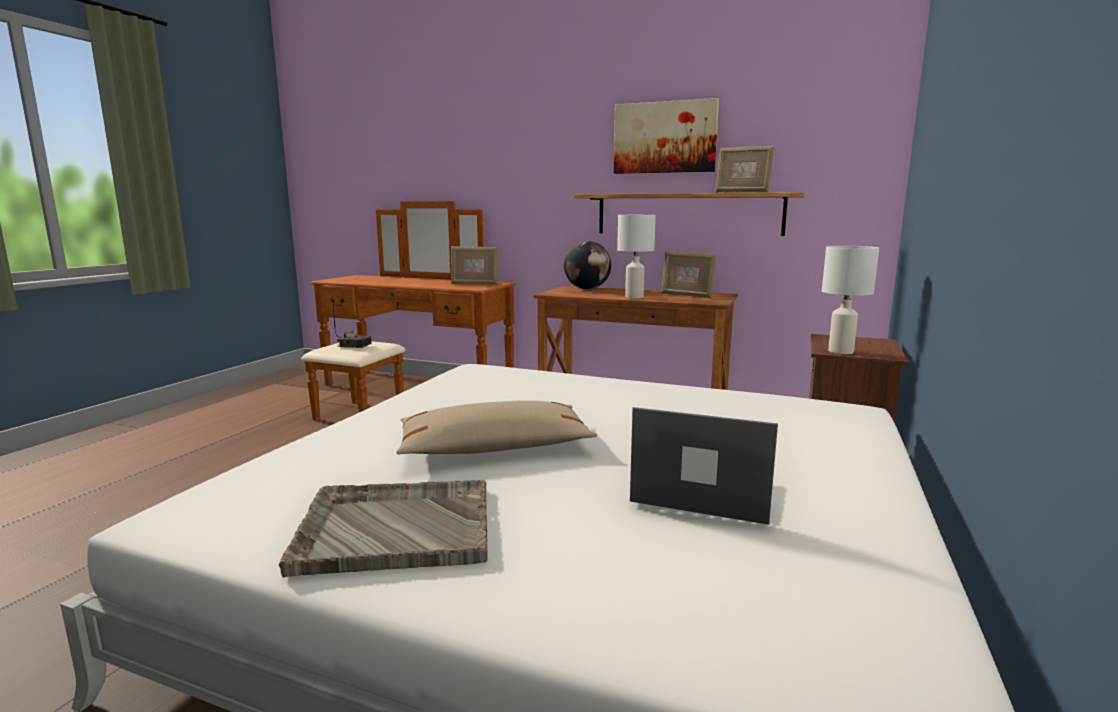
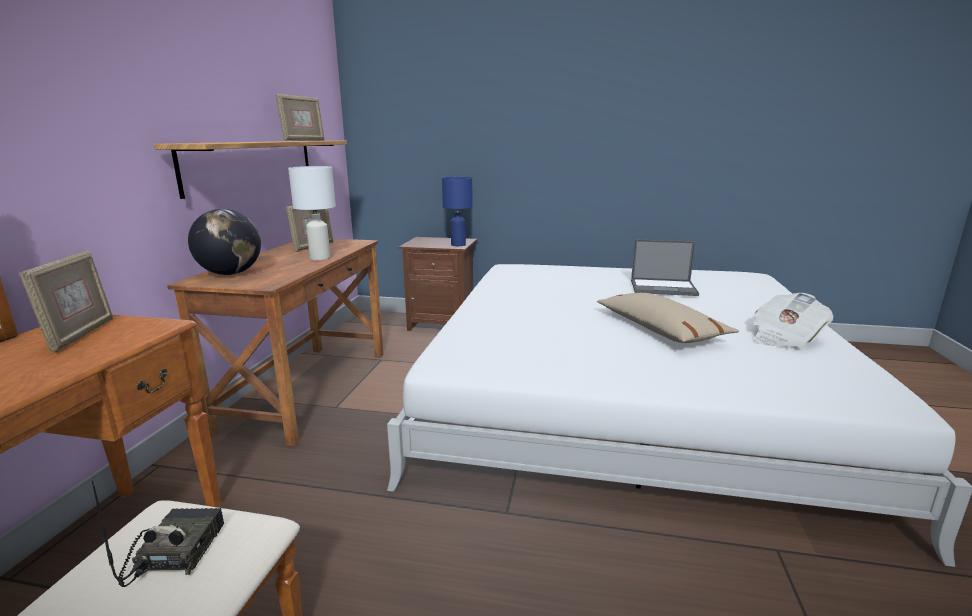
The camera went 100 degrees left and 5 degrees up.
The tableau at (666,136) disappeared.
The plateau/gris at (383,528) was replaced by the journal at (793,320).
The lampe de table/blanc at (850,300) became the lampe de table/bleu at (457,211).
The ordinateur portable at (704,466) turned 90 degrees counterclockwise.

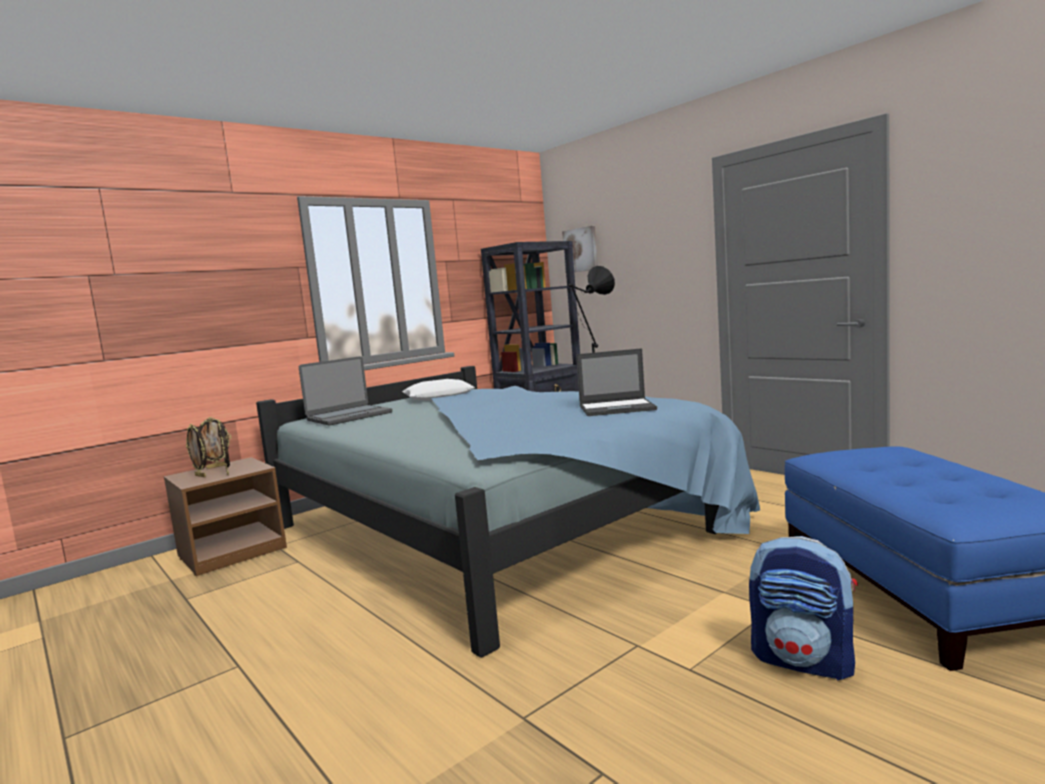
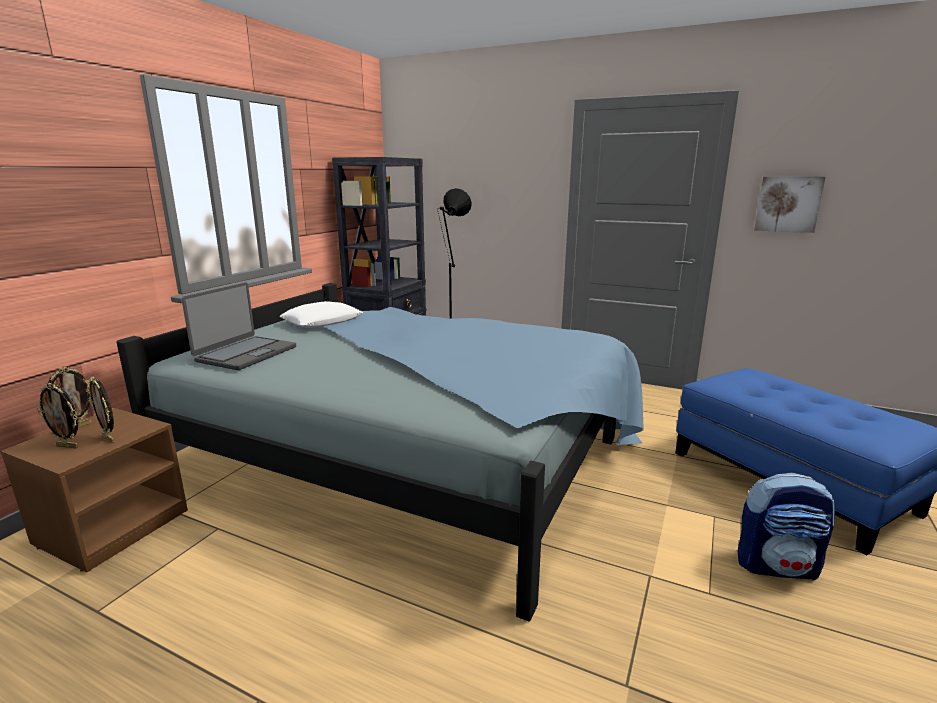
The camera went 25 degrees left and 10 degrees up.
The ordinateur portable at (616,382) disappeared.
The tableau moved from (580,249) to (789,205).

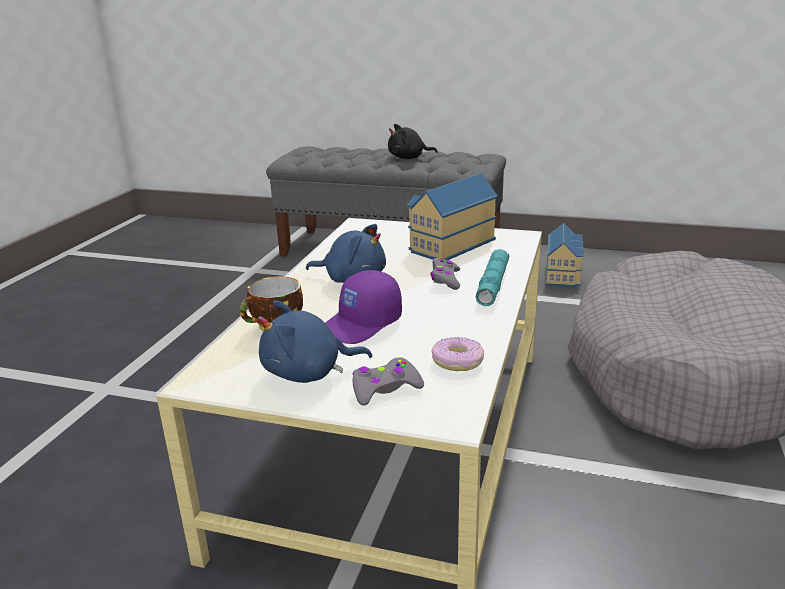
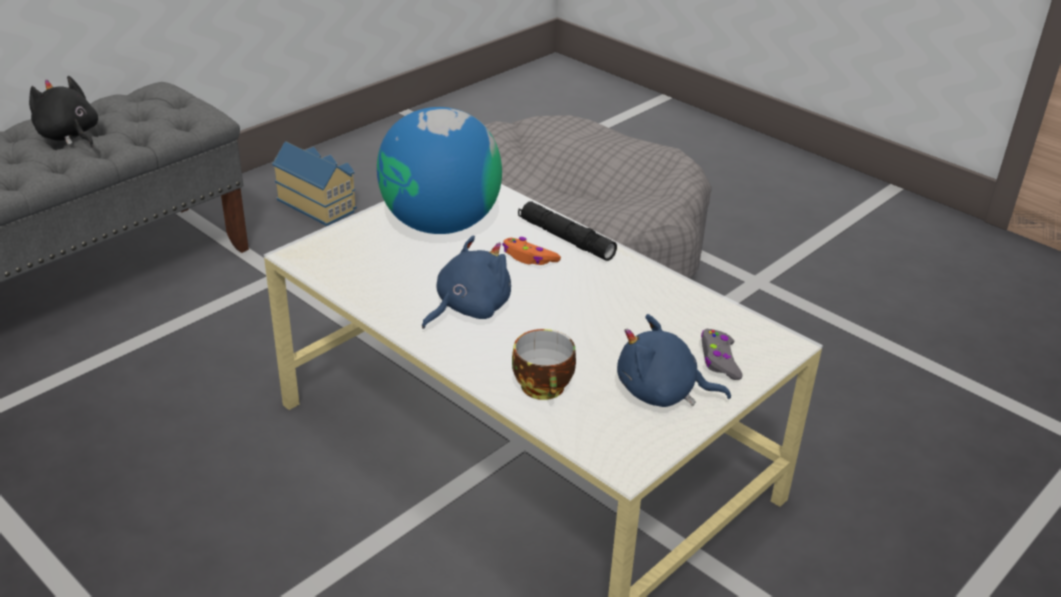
The camera went 65 degrees left and 10 degrees up.
The casquette/violet at (363,307) disappeared.
The beignet at (458,354) disappeared.
The maison miniature at (453,216) was replaced by the globe at (439,170).
The manette/gris at (445,274) became the manette/orange at (531,251).
The lampe de poche/turquoise at (492,277) became the lampe de poche/noir at (567,231).
The peluche/bleu at (315,341) turned 90 degrees clockwise.
The peluche/noir at (413,141) turned 120 degrees clockwise.

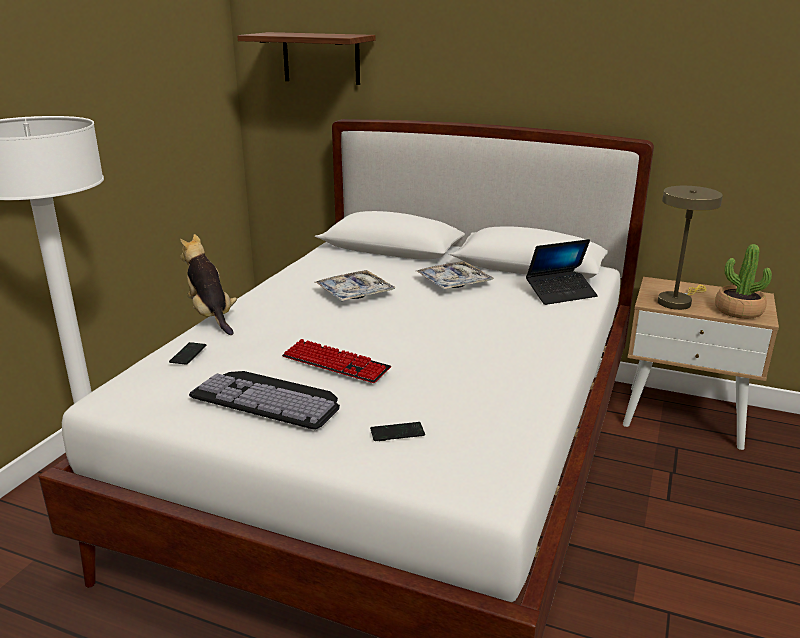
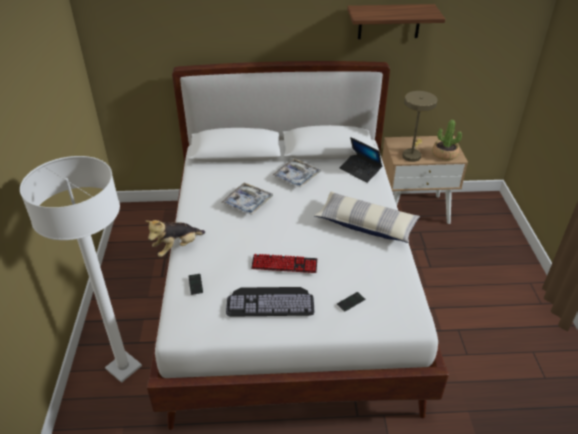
The camera went 25 degrees left and 15 degrees up.
The coussin at (367,217) appeared.
The étagère moved from (306,58) to (396,21).
The peluche at (208,284) turned 75 degrees counterclockwise.
The ordinateur portable at (562,272) turned 90 degrees clockwise.

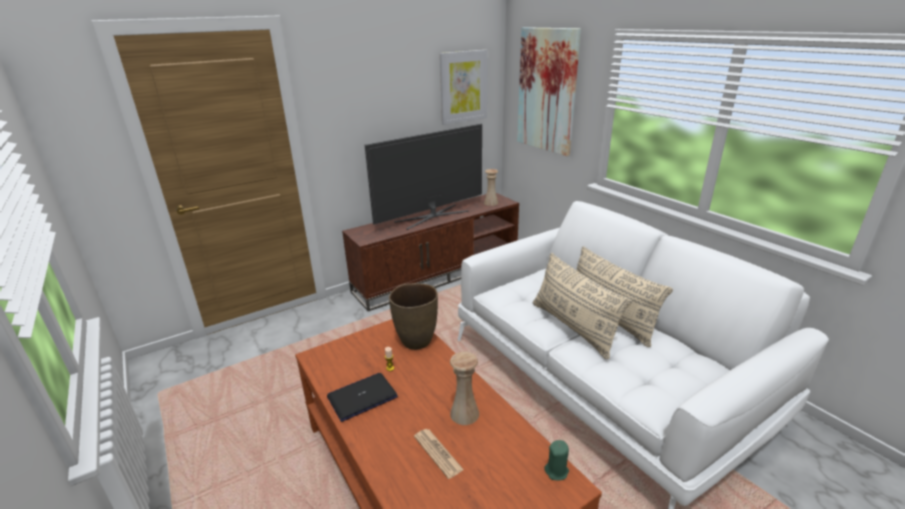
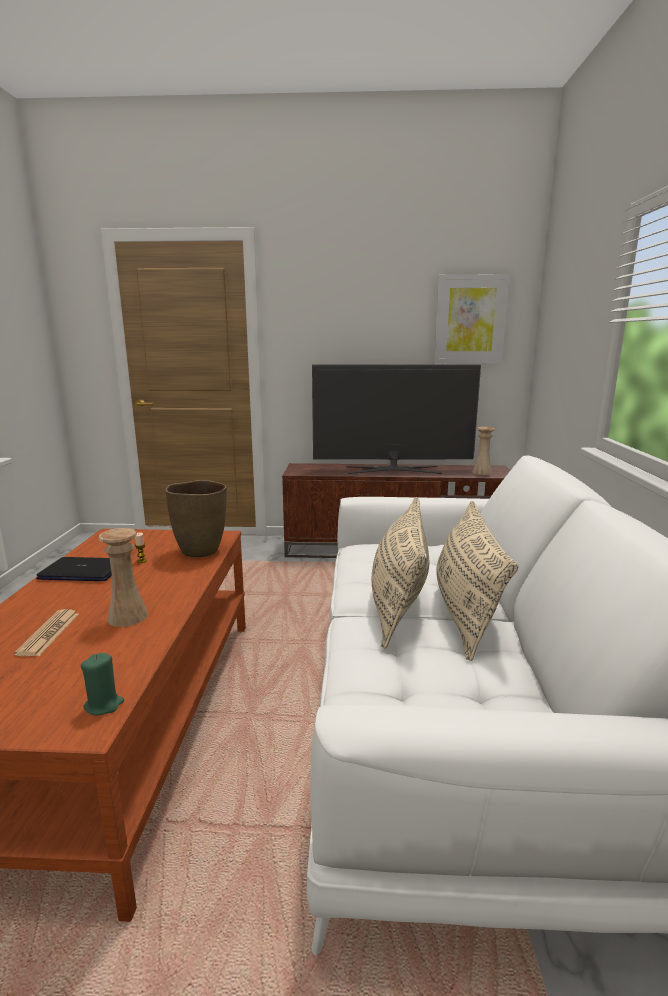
The camera went 35 degrees right and 10 degrees down.
The tableau at (549,91) disappeared.

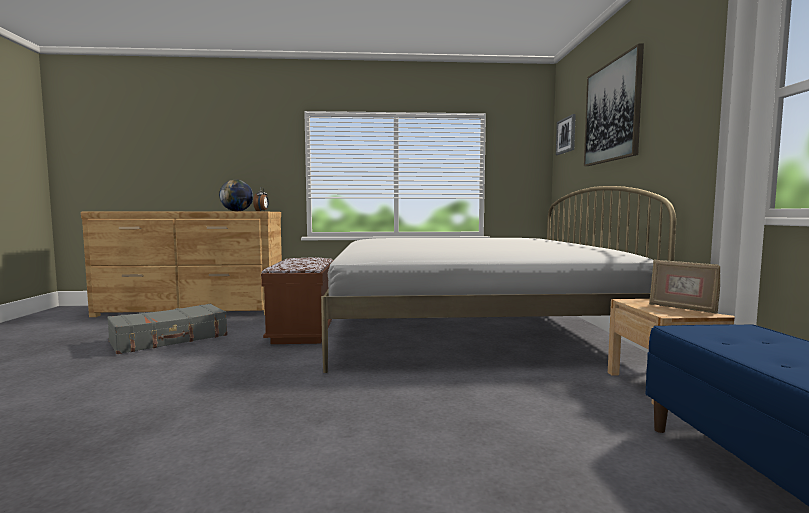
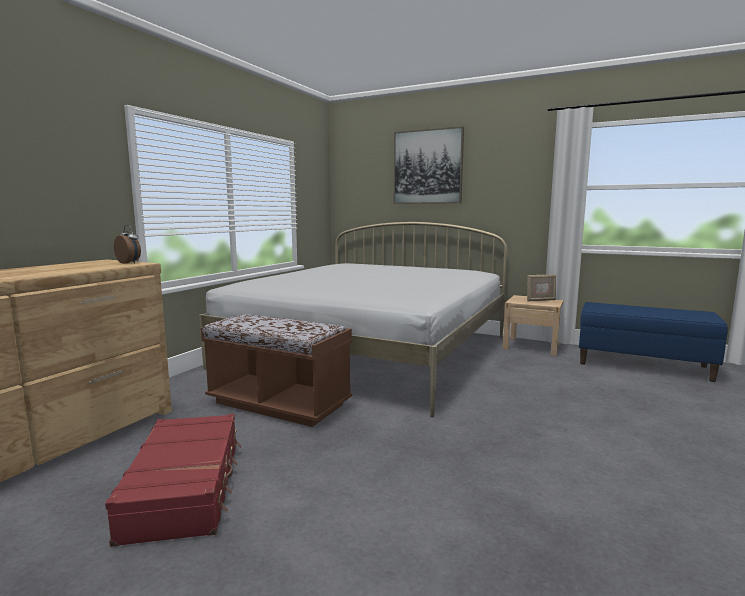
The camera went 60 degrees left and 5 degrees up.
The globe at (236,195) disappeared.
The tableau at (566,134) disappeared.
The valise/gris at (167,328) became the valise/rouge at (173,480).

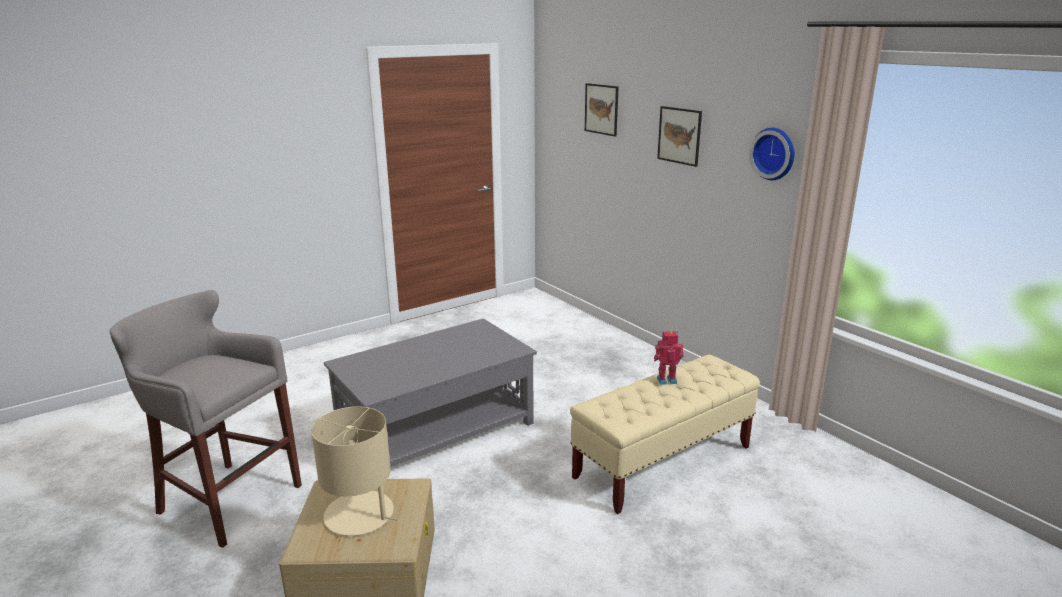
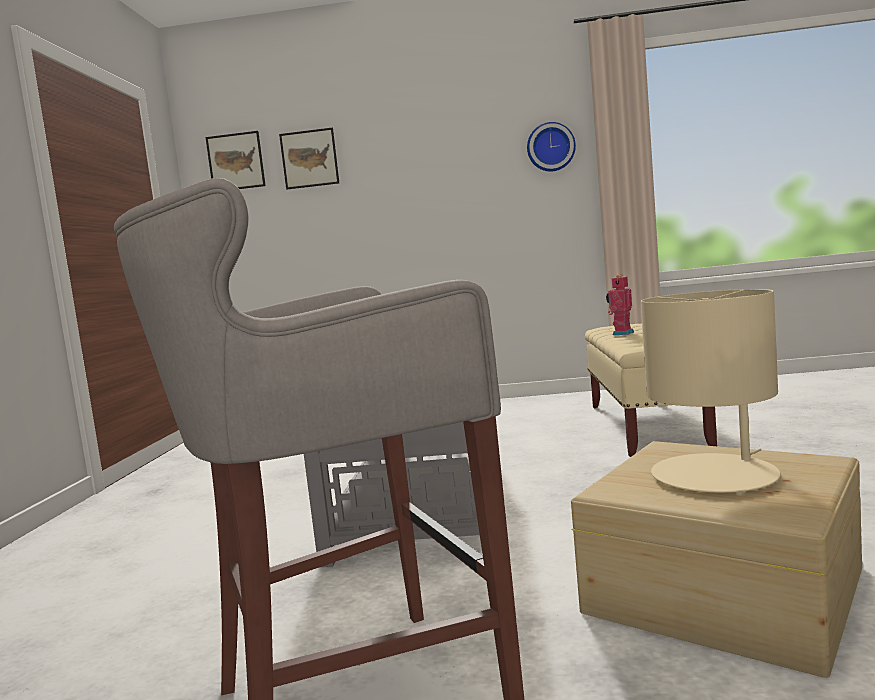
The camera went 50 degrees left and 15 degrees down.
The tableau moved from (679,136) to (235,160).

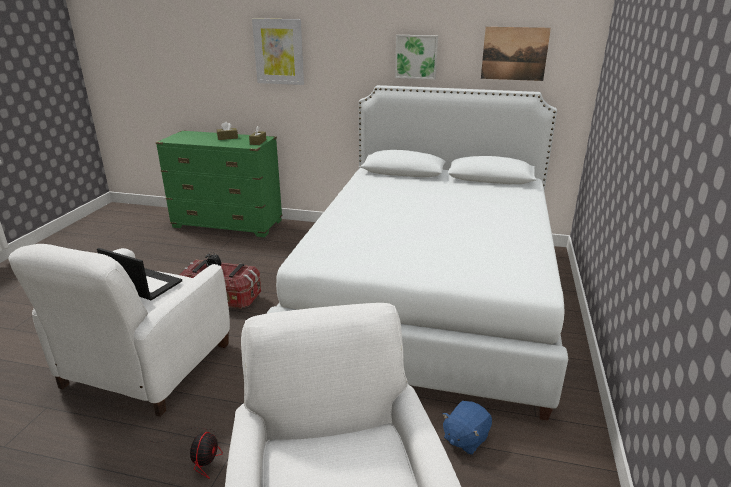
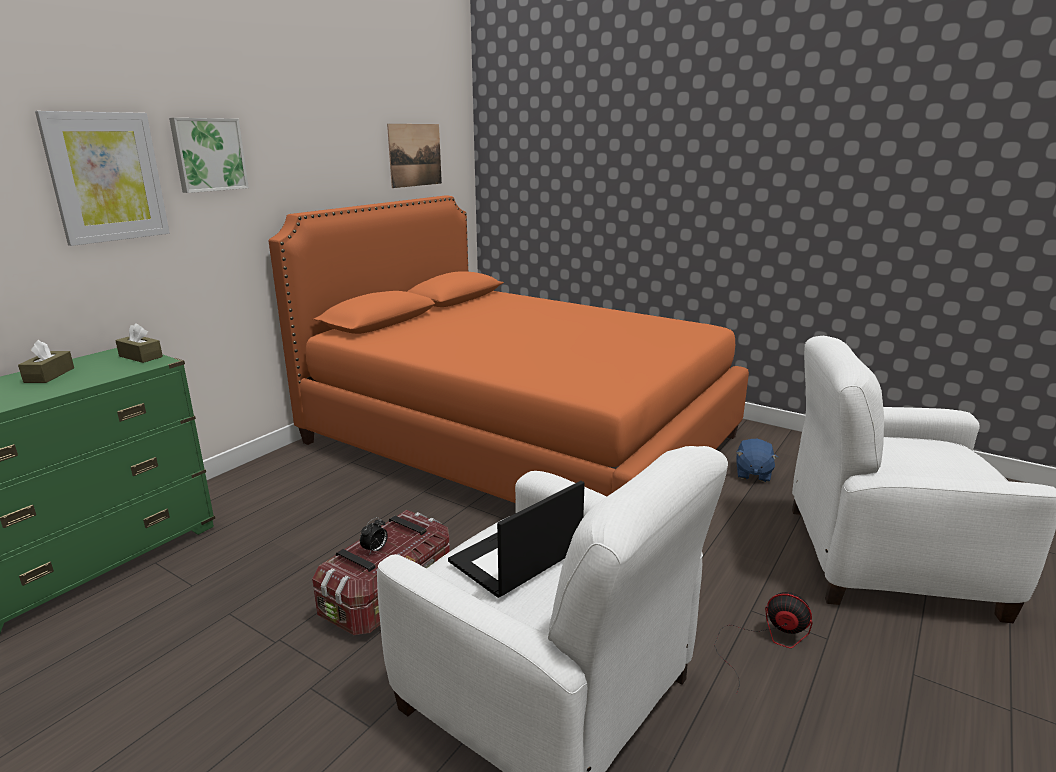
The camera went 70 degrees left and 5 degrees down.
The tableau moved from (416,57) to (209,155).
The lit/blanc at (417,253) became the lit/orange at (509,349).
The peluche/bleu at (467,428) turned 45 degrees clockwise.

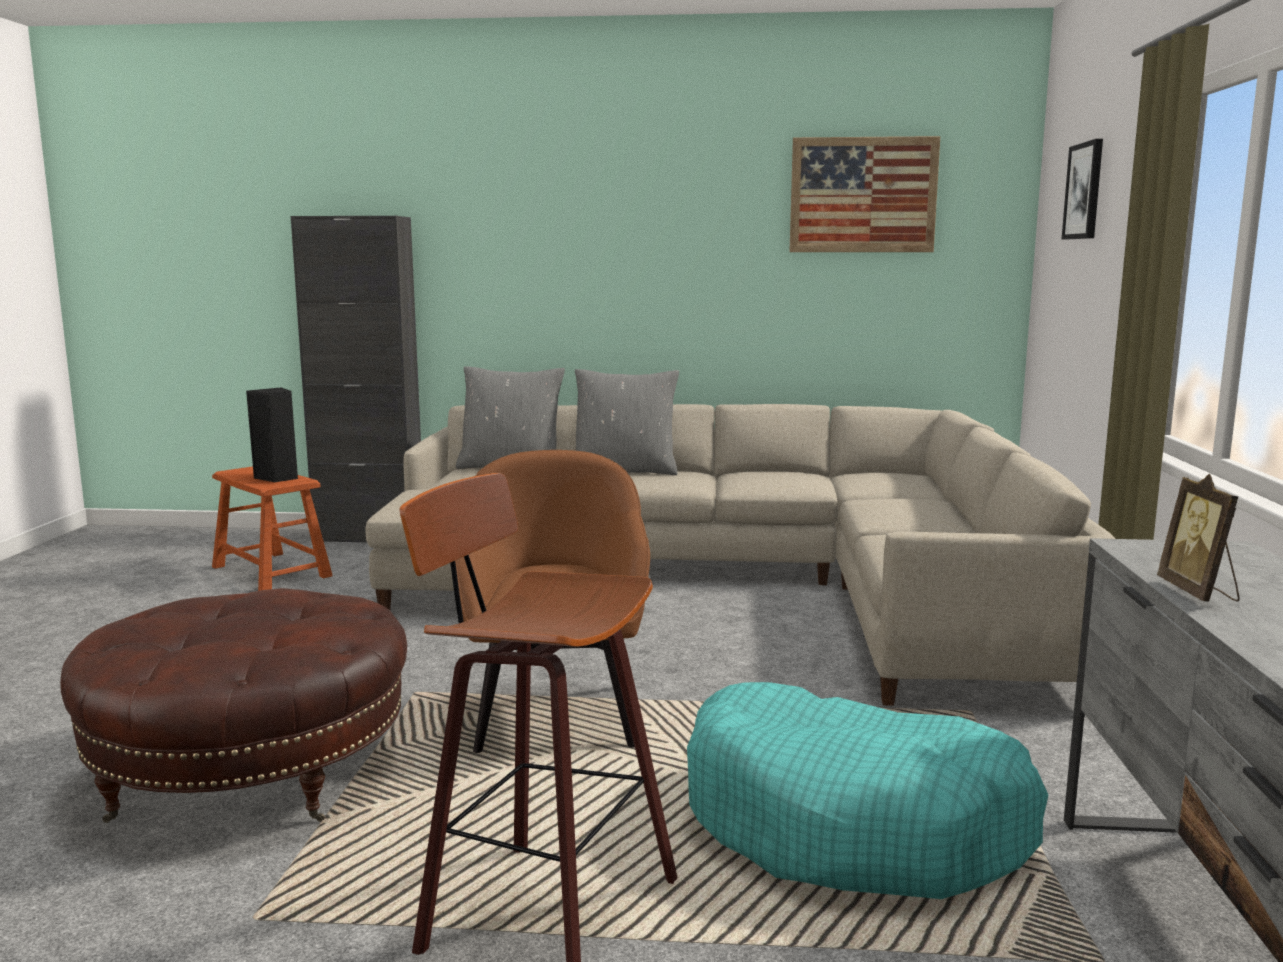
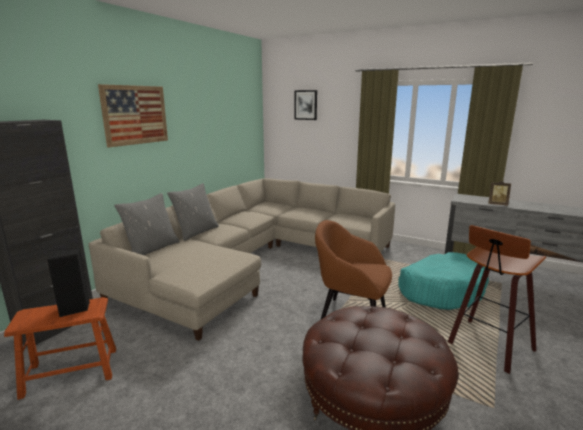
The camera went 65 degrees left and 5 degrees up.
The tableau moved from (864,194) to (133,116).

